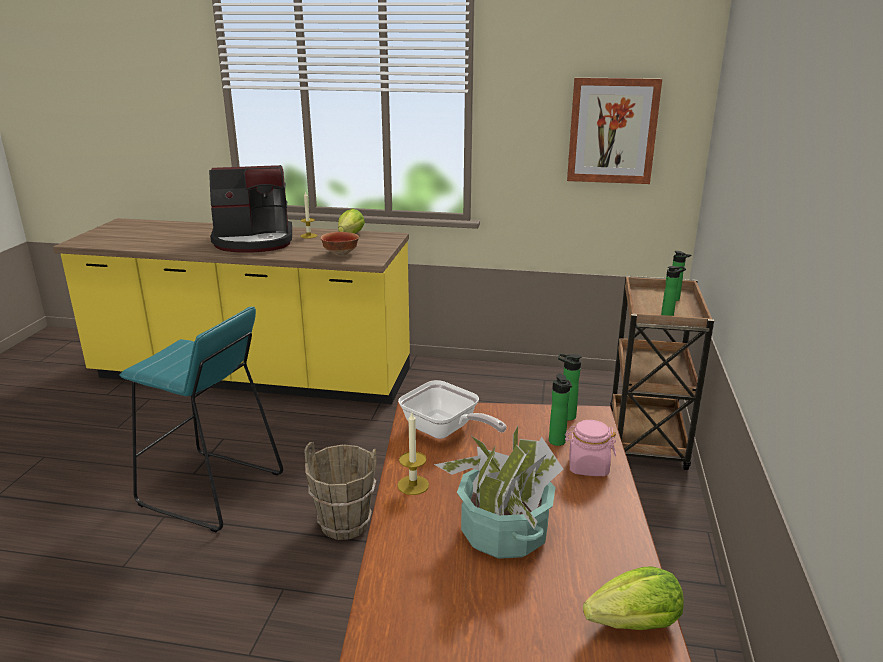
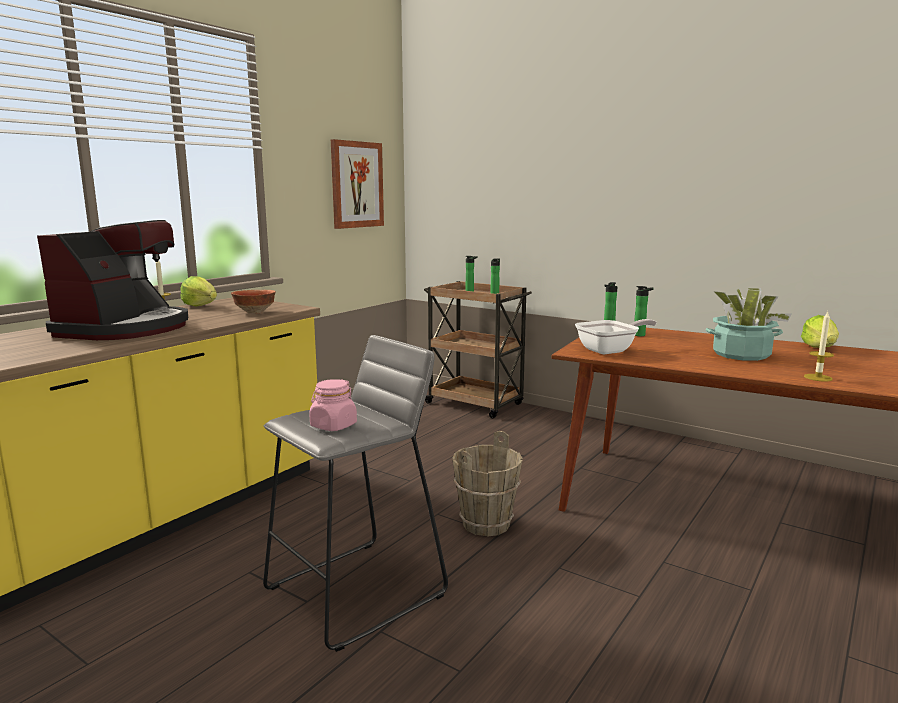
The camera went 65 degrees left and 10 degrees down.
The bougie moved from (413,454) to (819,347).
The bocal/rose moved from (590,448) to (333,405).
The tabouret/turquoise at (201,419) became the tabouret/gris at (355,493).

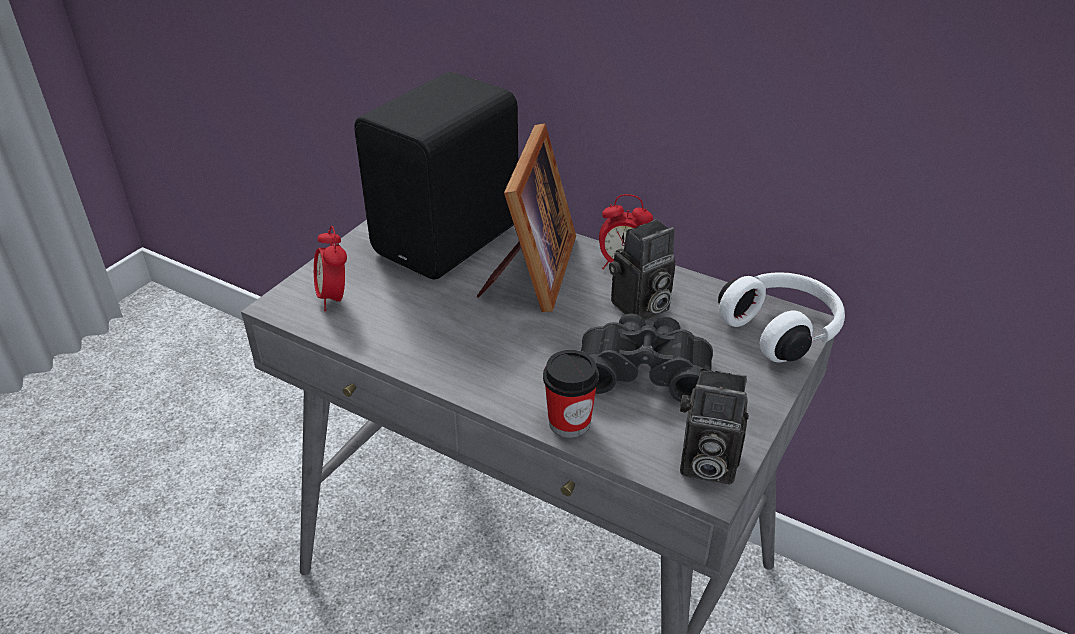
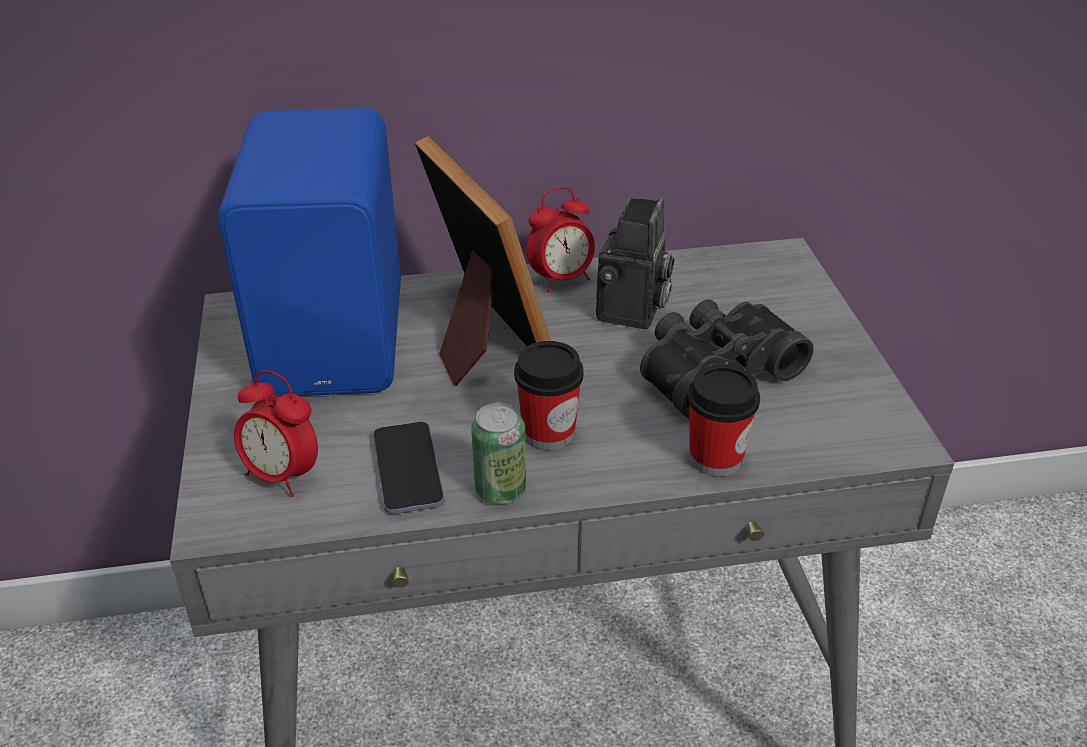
The camera went 40 degrees left and 0 degrees up.
The appareil photo at (714,426) disappeared.
The casque audio/blanc at (781,317) disappeared.
The téléphone at (408,468) appeared.
The boîte métallique at (498,453) appeared.
The tasse at (549,395) appeared.
The enceinte/noir at (436,175) became the enceinte/bleu at (309,252).

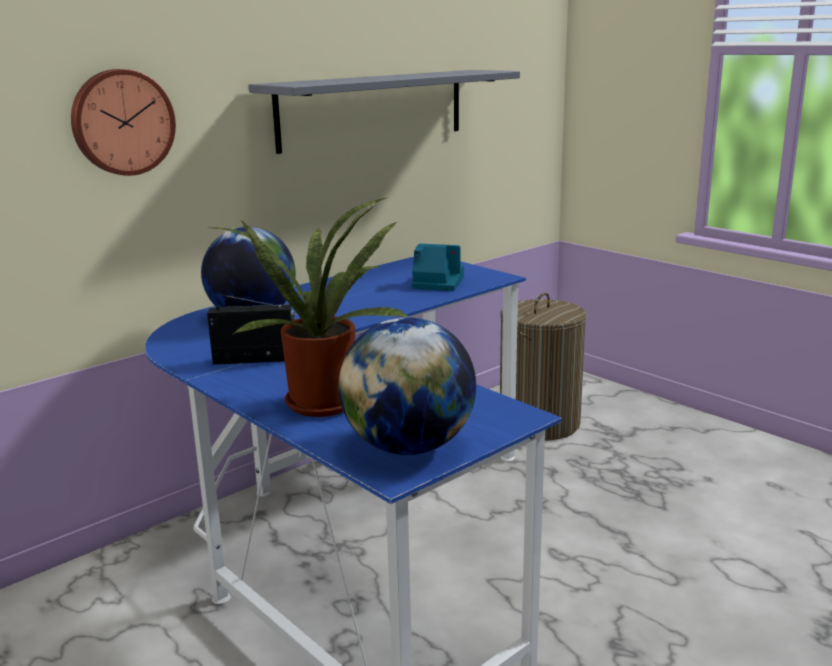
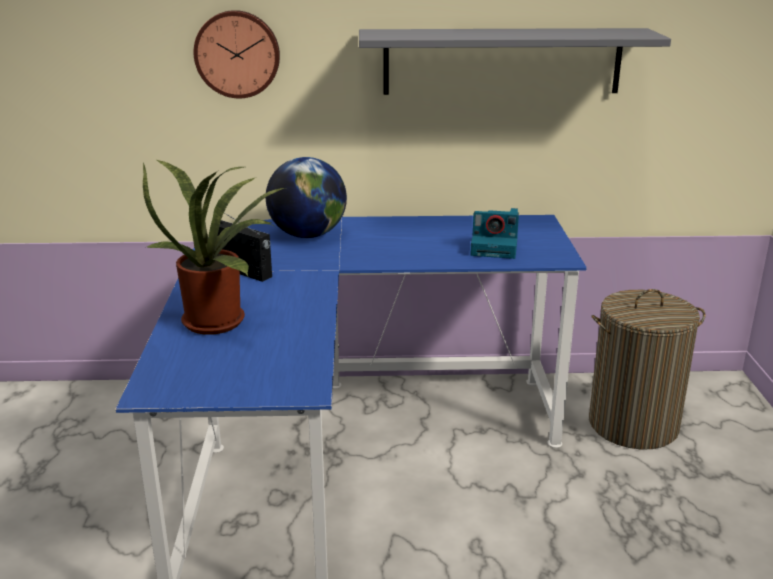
The camera went 40 degrees right and 5 degrees up.
The globe at (407,386) disappeared.
The appareil photo at (438,267) turned 135 degrees clockwise.

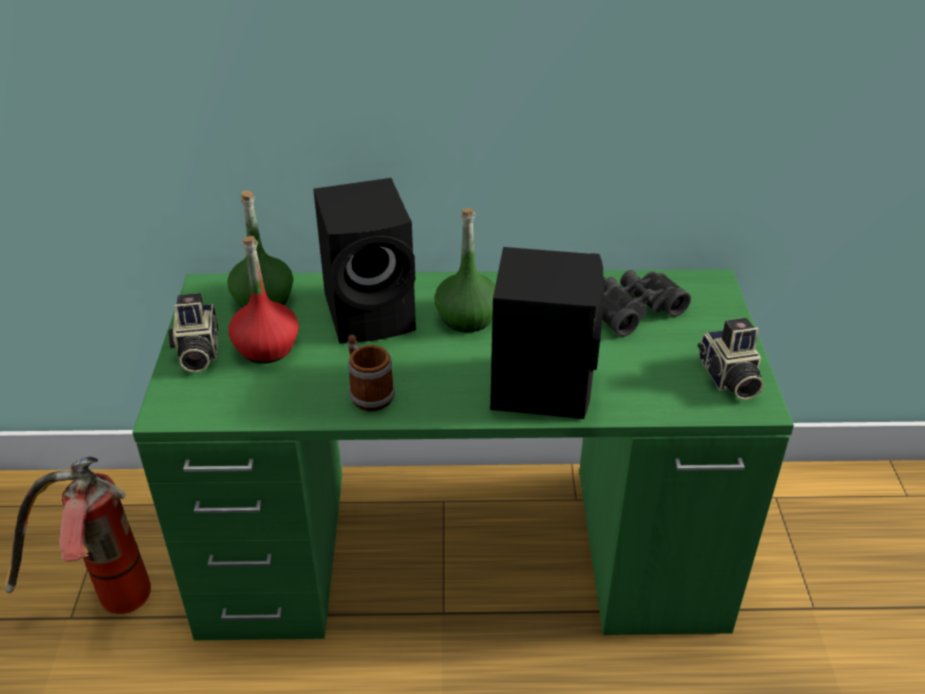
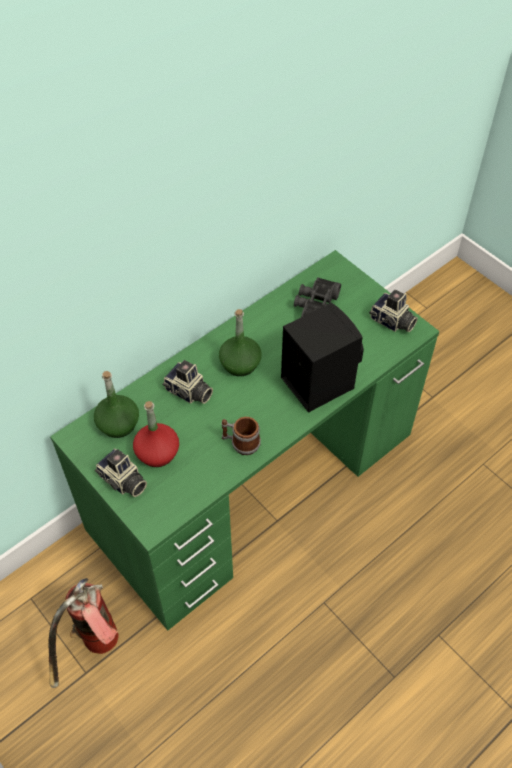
The camera went 40 degrees left and 15 degrees up.
The enceinte/noir at (364,261) was replaced by the appareil photo at (188,382).

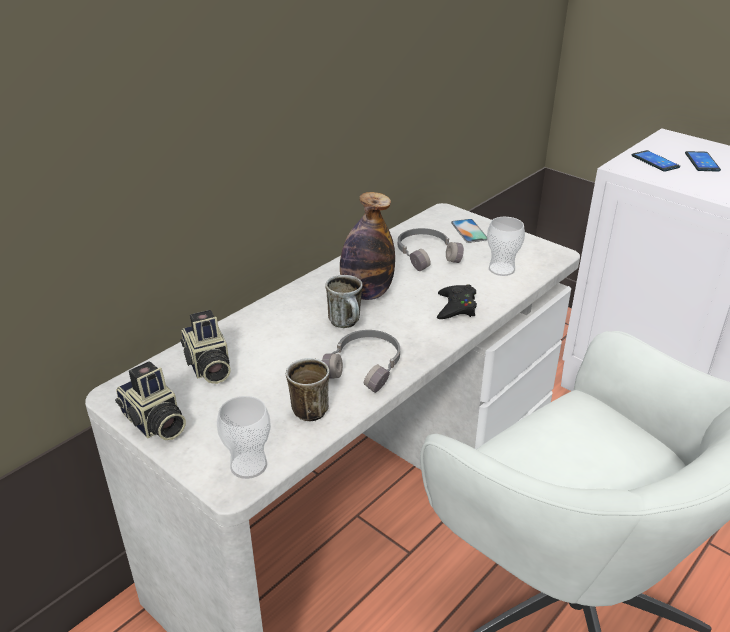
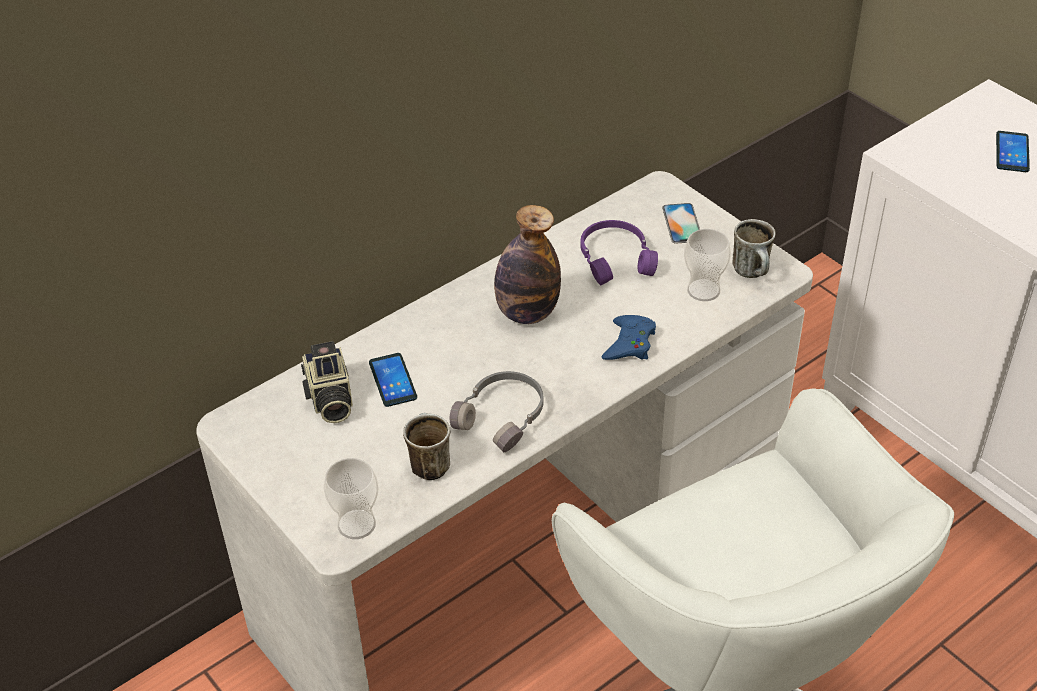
The camera went 10 degrees right and 10 degrees up.
The appareil photo at (150,400) disappeared.
The mug moved from (344,301) to (754,248).
The téléphone moved from (656,161) to (393,380).
The casque audio/gris at (431,249) became the casque audio/violet at (619,252).
The manette/noir at (457,301) became the manette/bleu at (629,337).

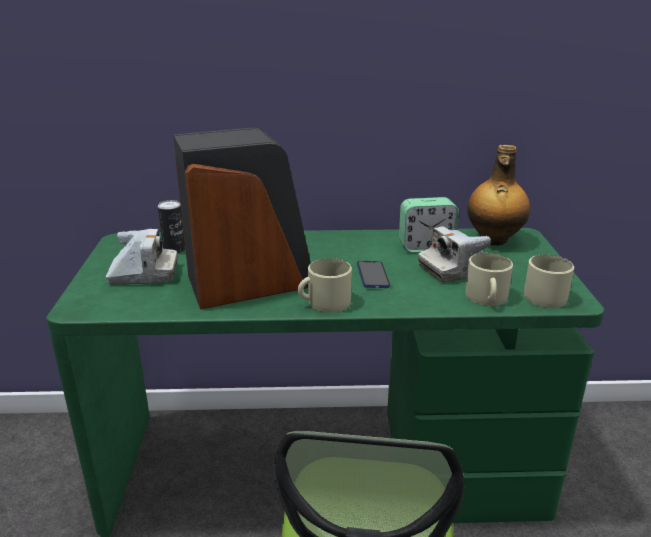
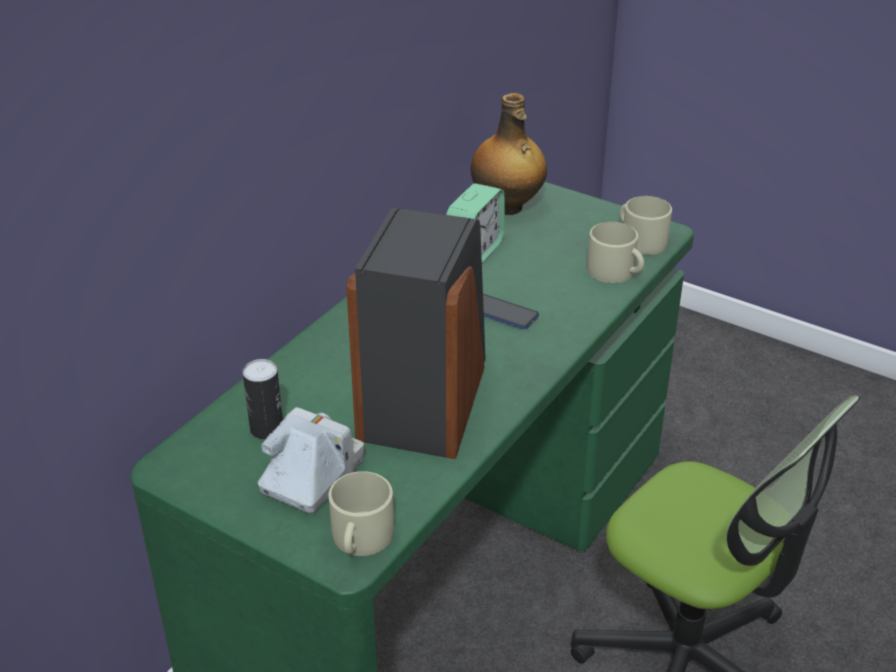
The camera went 55 degrees left and 10 degrees up.
The appareil photo at (454,254) disappeared.
The mug/beige moved from (325,285) to (361,513).

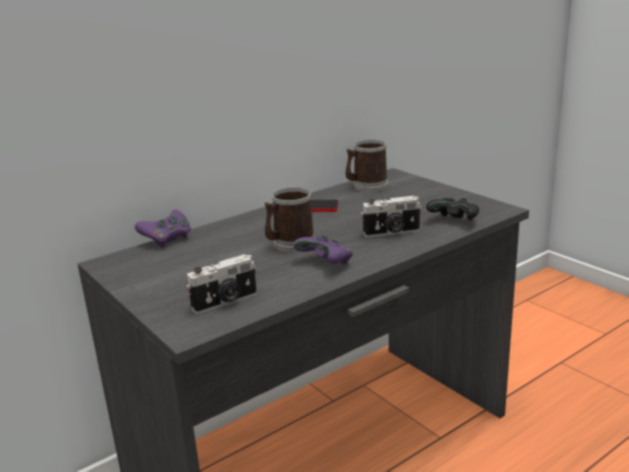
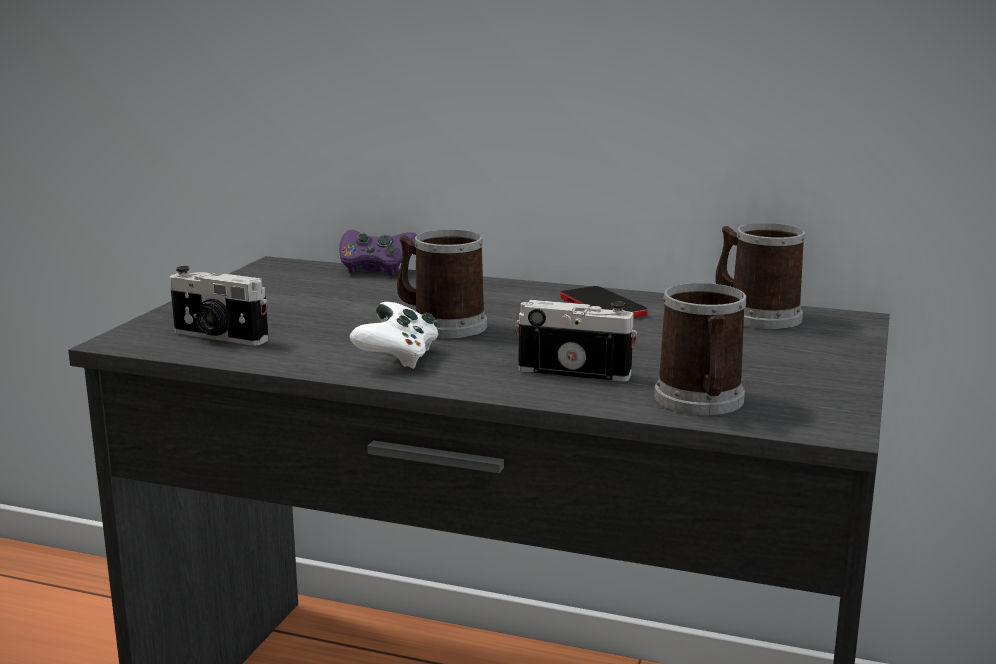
The camera went 55 degrees right and 5 degrees down.
The manette/noir at (452,208) was replaced by the mug at (700,349).
The manette/violet at (323,250) became the manette/blanc at (393,335).
The appareil photo at (391,217) turned 150 degrees clockwise.

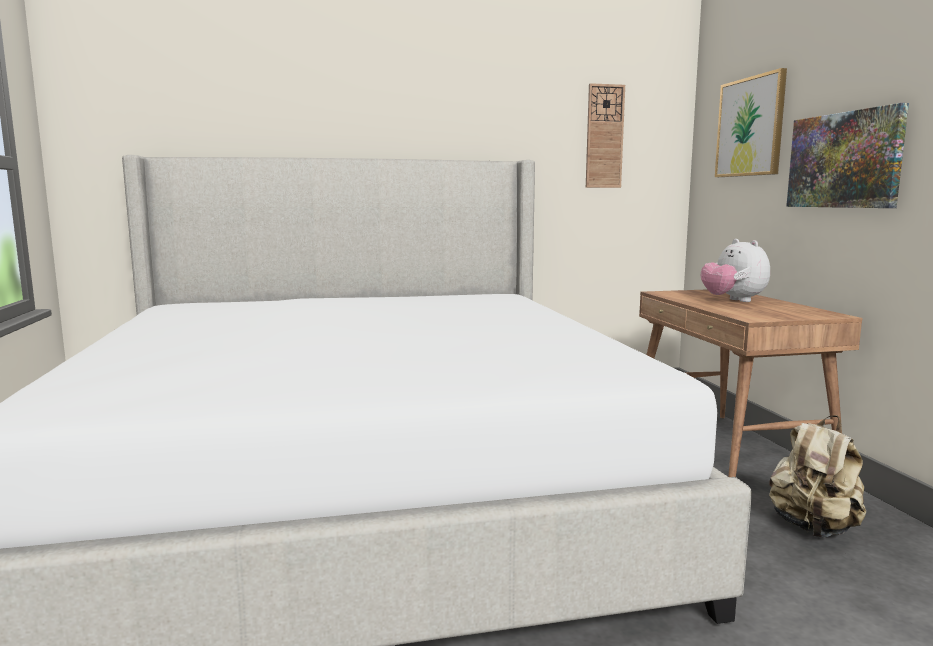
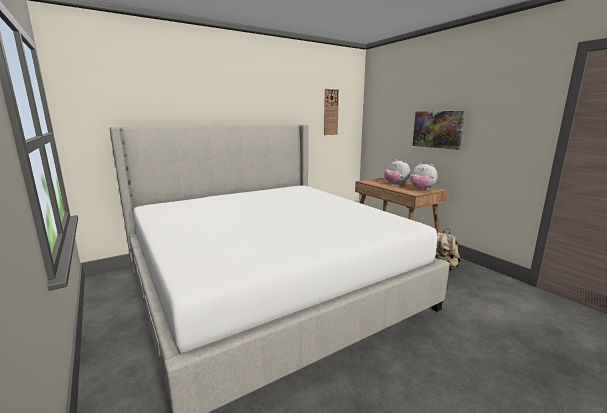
The camera went 20 degrees left and 5 degrees up.
The tableau at (751,122) disappeared.
The peluche at (424,176) appeared.

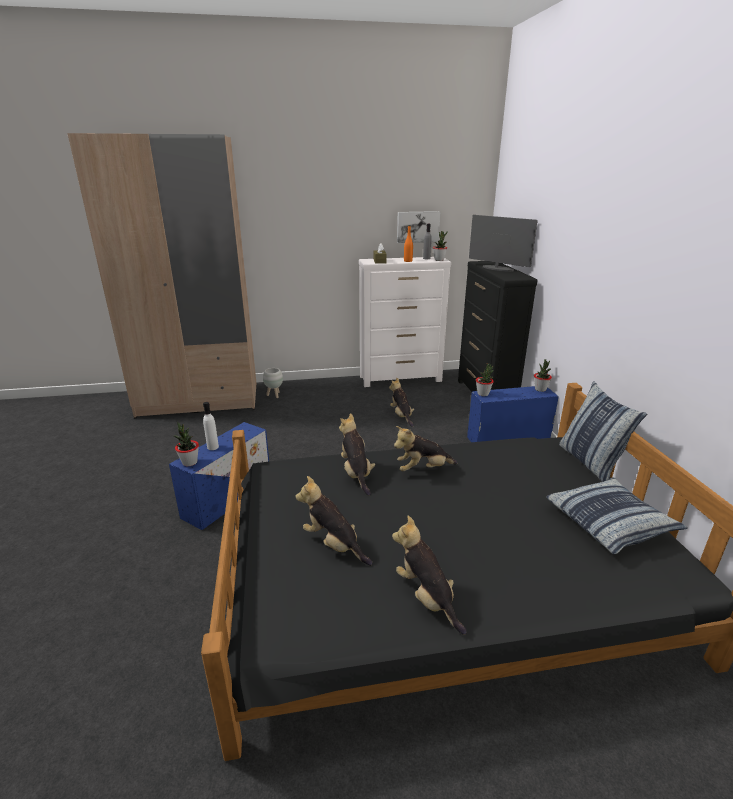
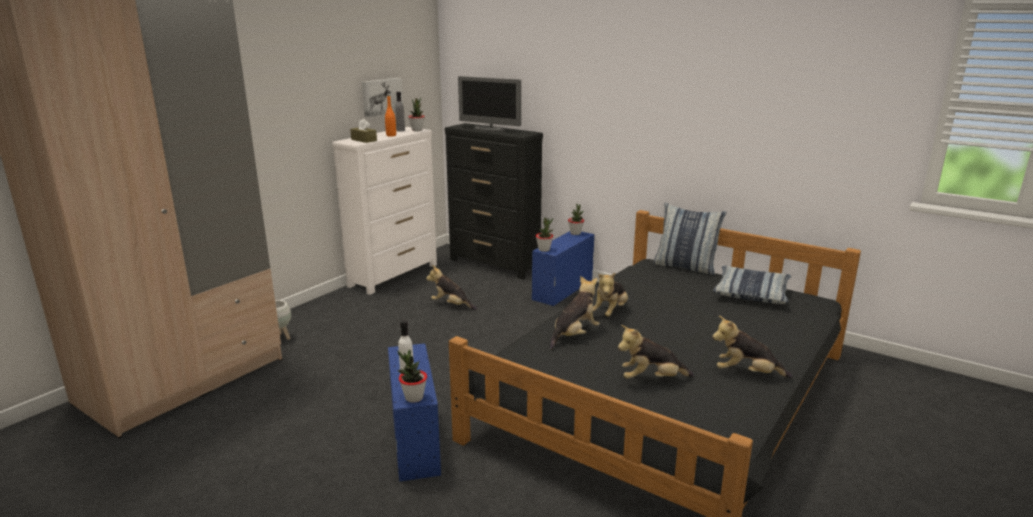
The camera went 45 degrees left and 5 degrees down.
The peluche at (357,454) turned 105 degrees clockwise.
The écran d'ordinateur at (503,243) turned 150 degrees counterclockwise.

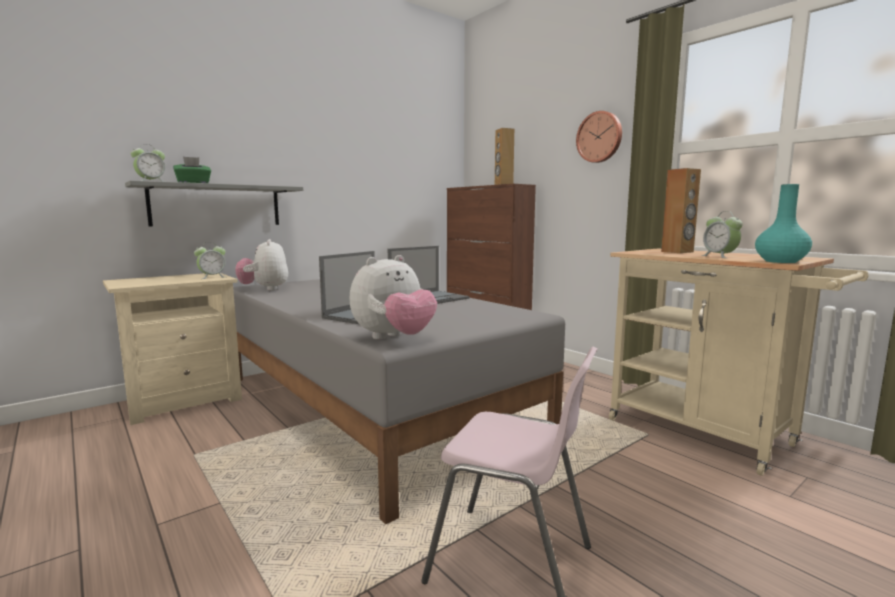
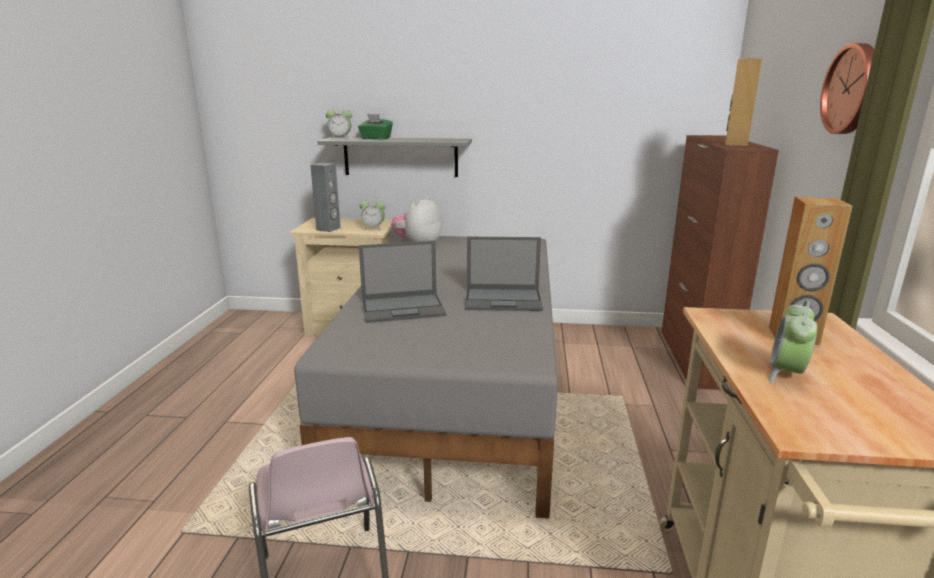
The camera went 45 degrees right and 10 degrees up.
The peluche at (393,297) disappeared.
The vase/turquoise at (783,223) disappeared.
The enceinte/gris at (325,197) appeared.

